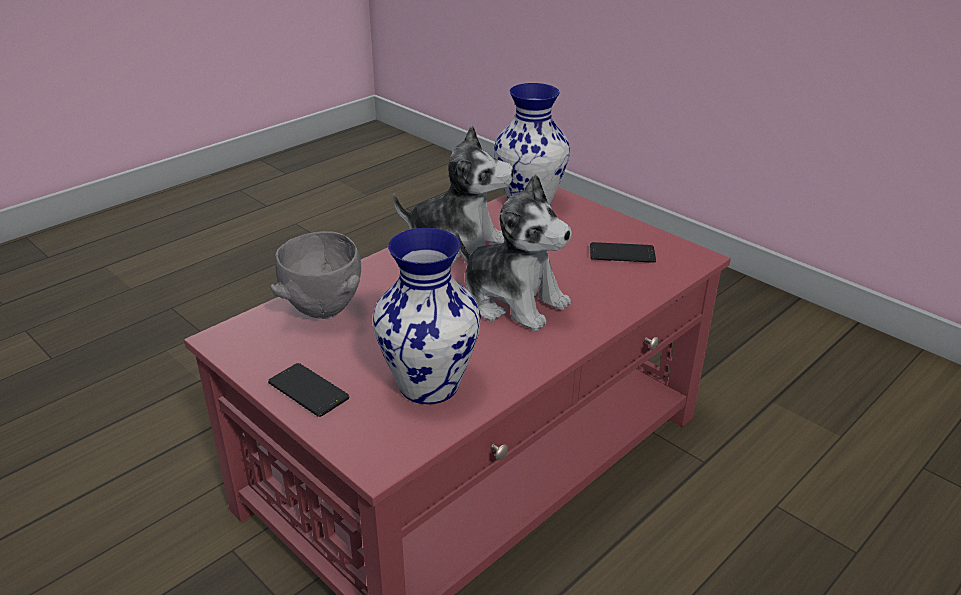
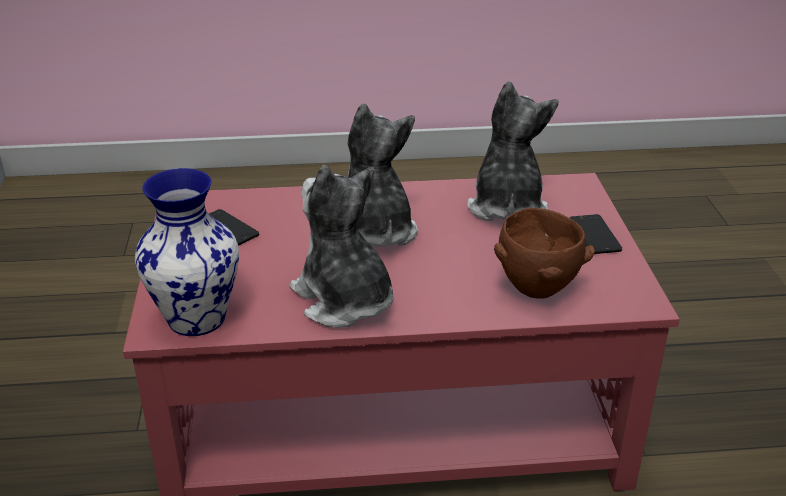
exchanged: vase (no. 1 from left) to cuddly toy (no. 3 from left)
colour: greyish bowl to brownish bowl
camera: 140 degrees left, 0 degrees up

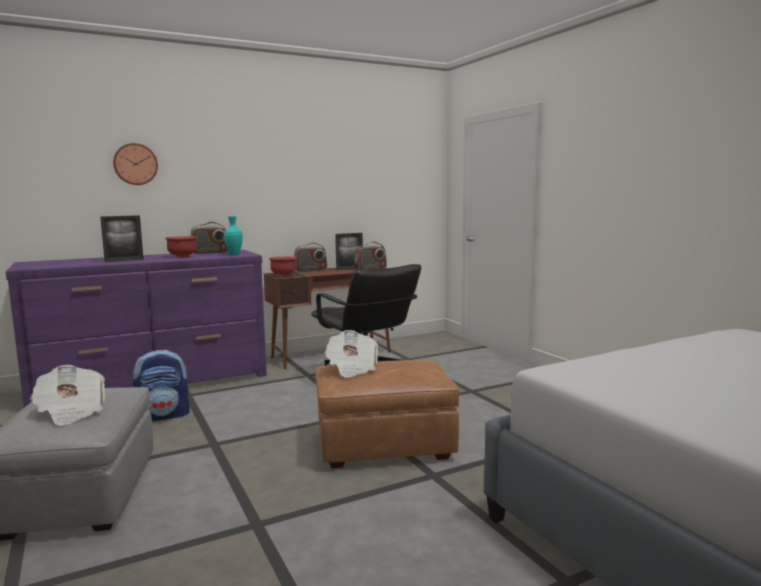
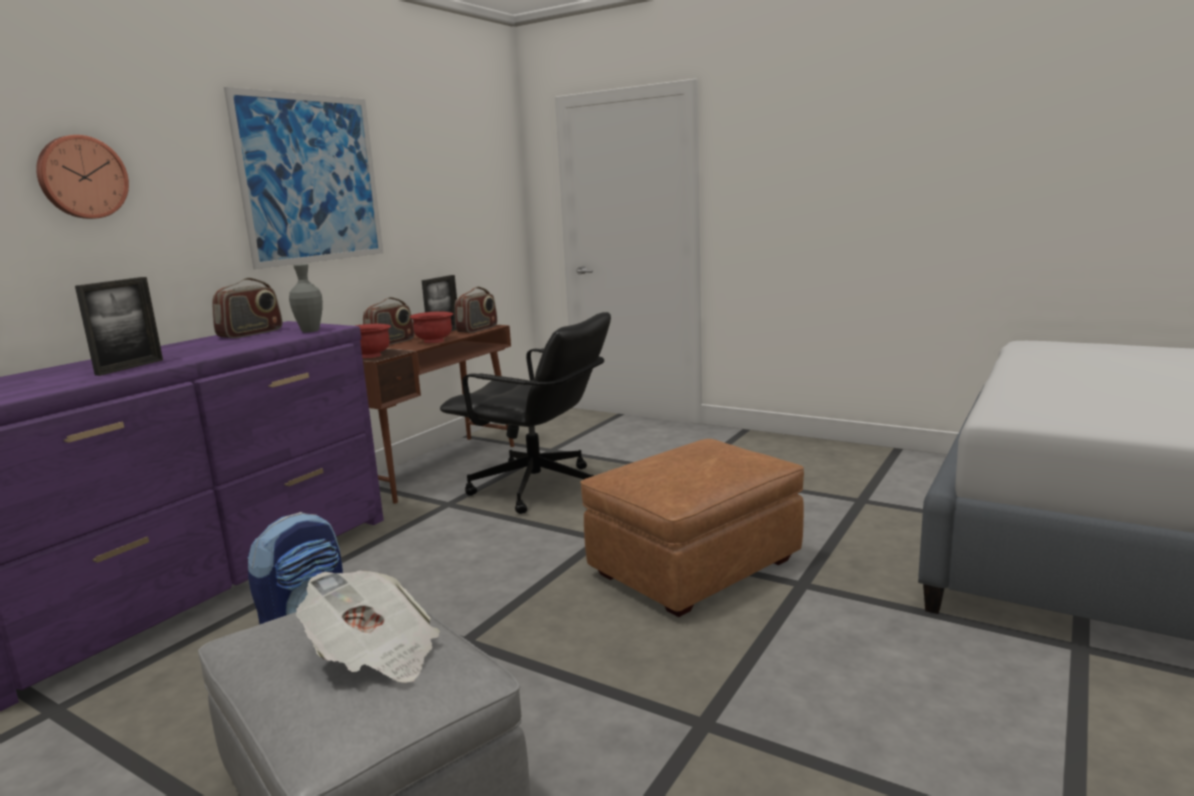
missing: printed paper (no. 2 from left)
appeared: wall picture
relocated: red-coloured bowl (no. 1 from left in the first image) to red-coloured bowl (no. 2 from left)
colour: turquoise-coloured vase to greyish vase
camera: 30 degrees left, 5 degrees up

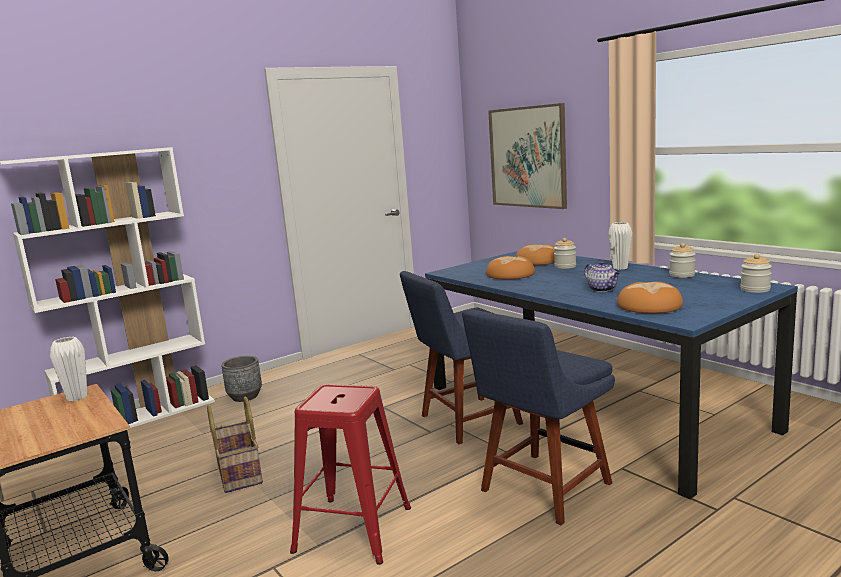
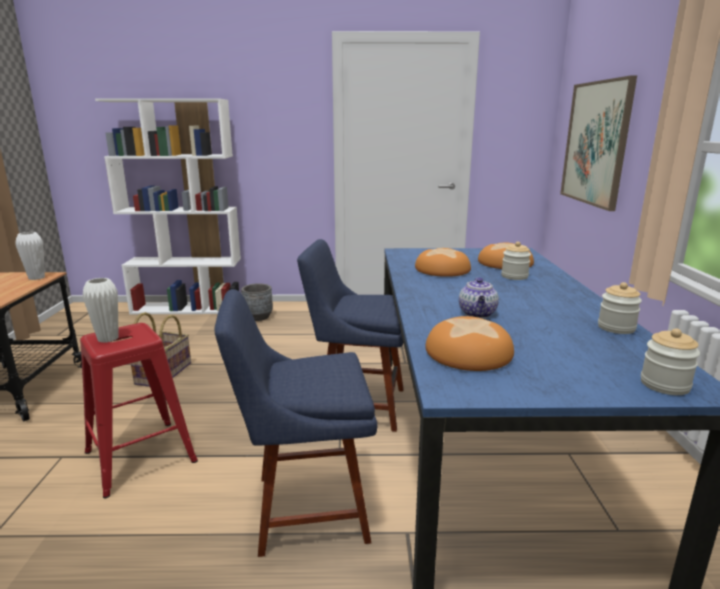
relocated: white vase (no. 2 from left)
camera: 35 degrees right, 5 degrees up

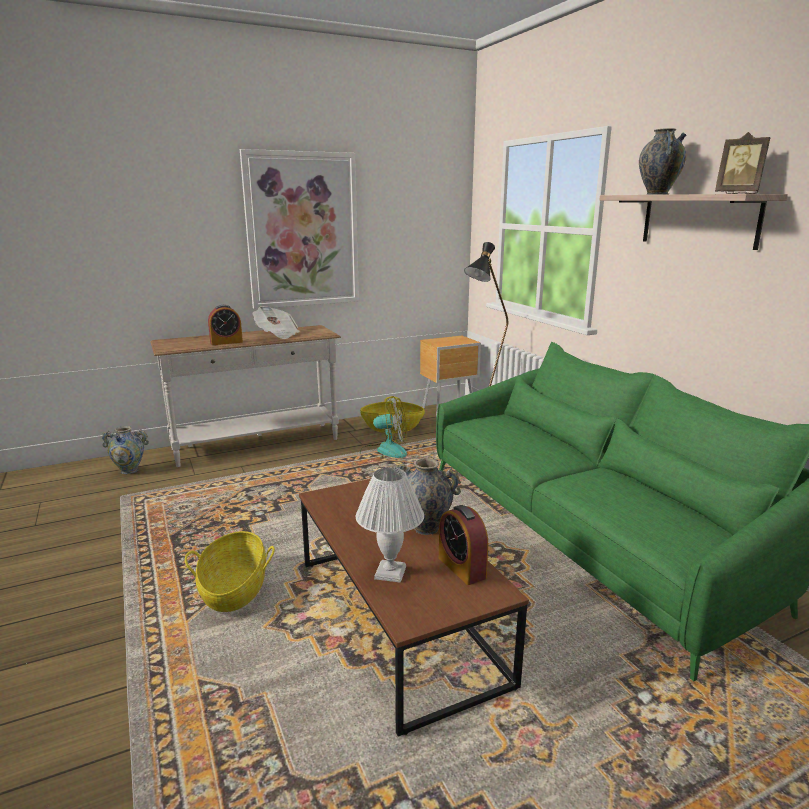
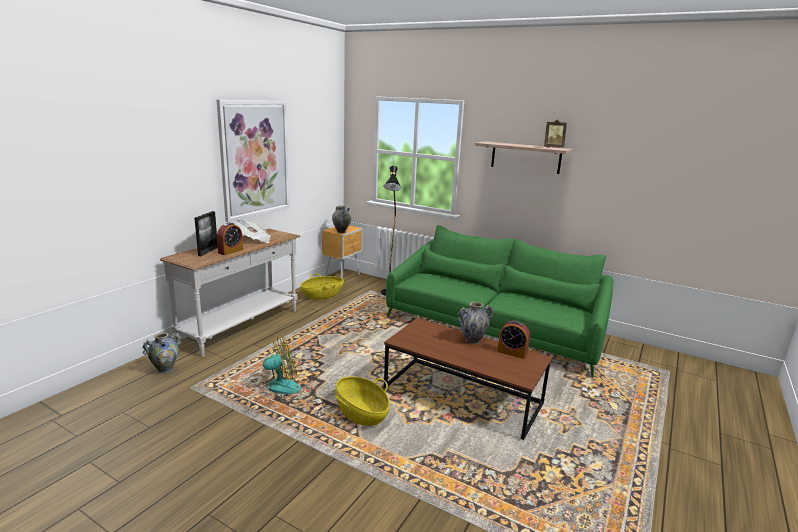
missing: white tabletop lamp
appeared: standing frame (no. 1 from left)
relocated: fan; vase (no. 3 from left in the first image) to vase (no. 2 from left)
camera: 35 degrees left, 0 degrees up

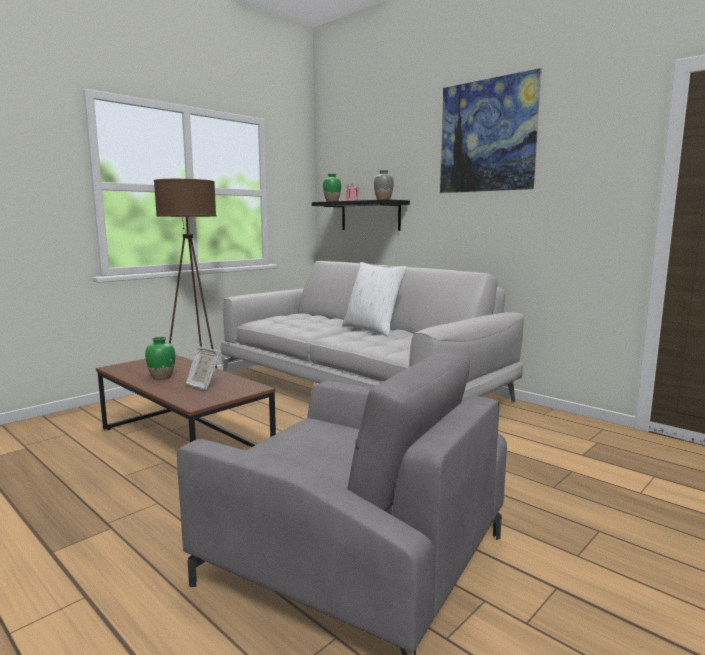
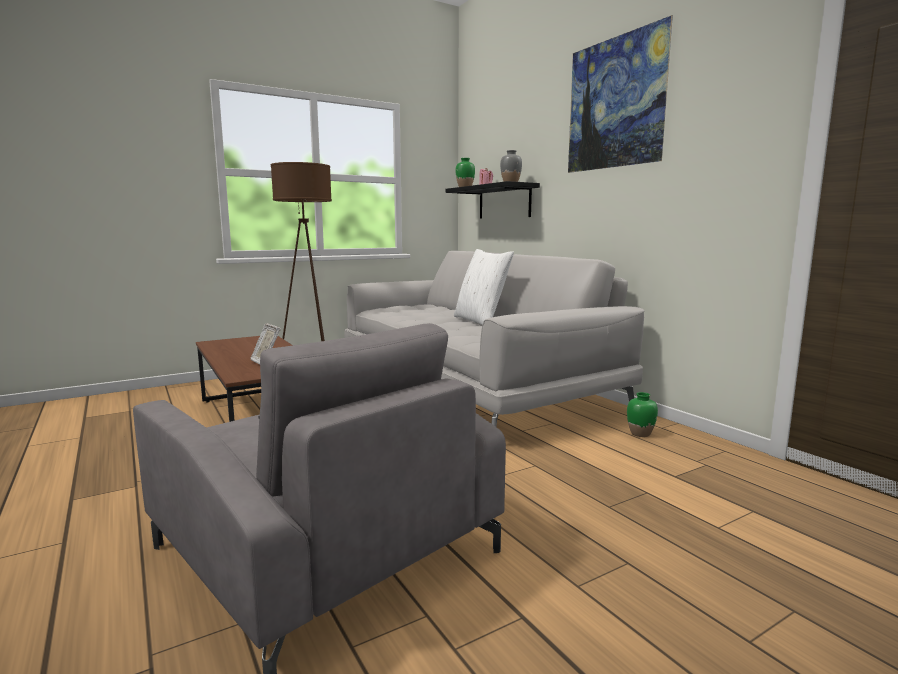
relocated: green-coloured vase (no. 1 from left in the first image) to green-coloured vase (no. 2 from left)
camera: 15 degrees right, 0 degrees up

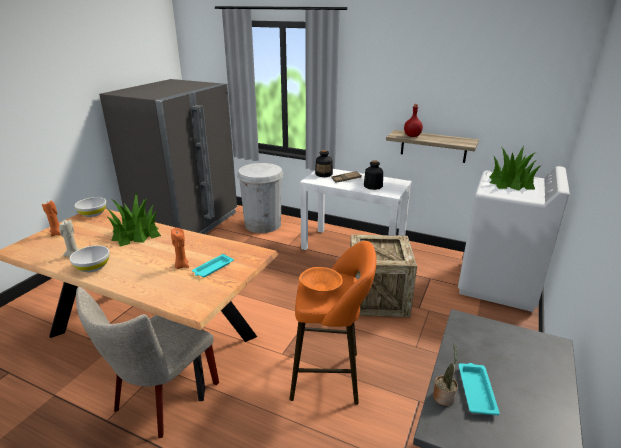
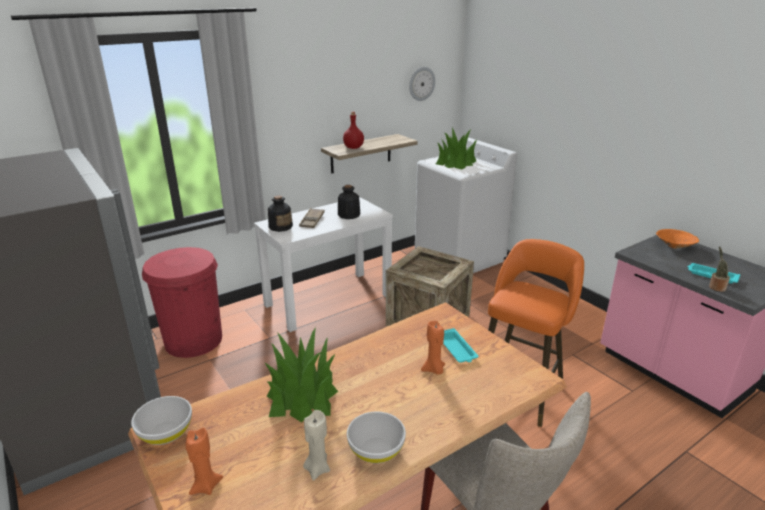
appeared: hanging clock
relocated: orangey bowl
colour: white trash can to red-coloured trash can
camera: 60 degrees left, 0 degrees up

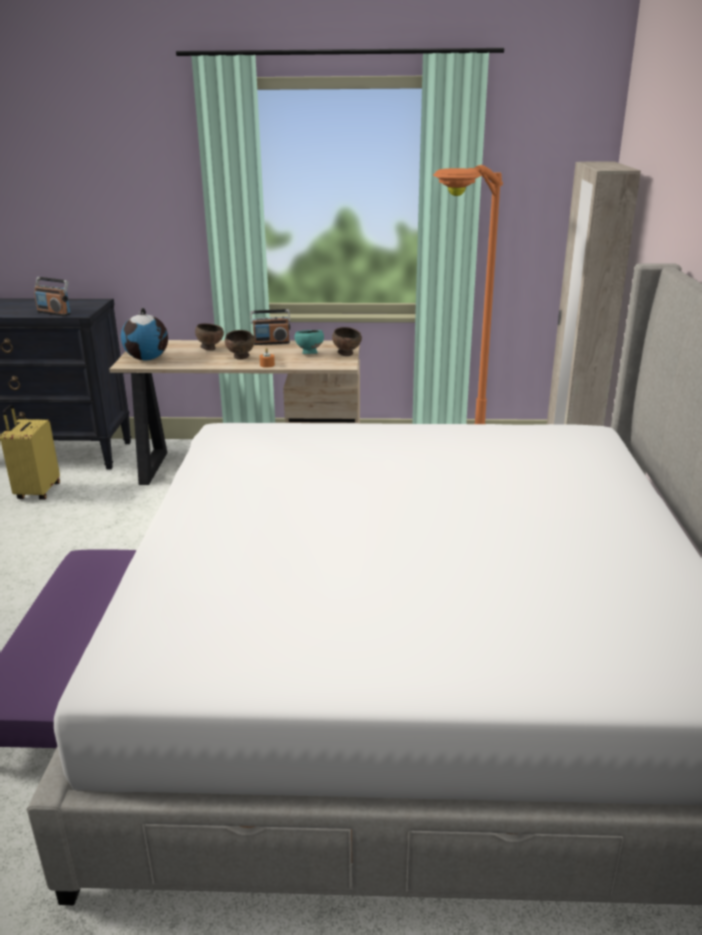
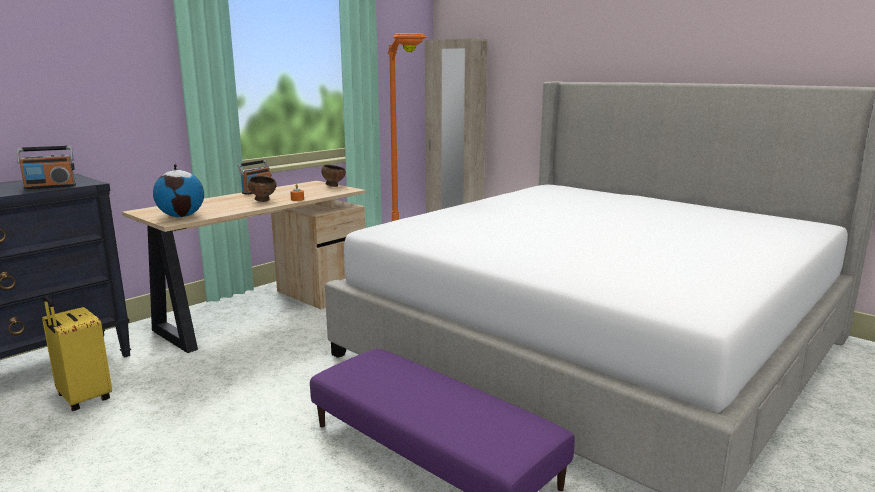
missing: brownish bowl (no. 1 from left); turquoise-coloured bowl
camera: 50 degrees left, 10 degrees down

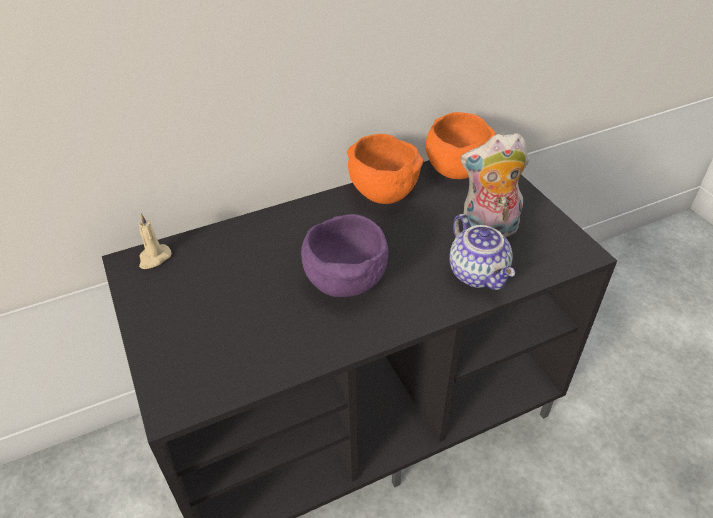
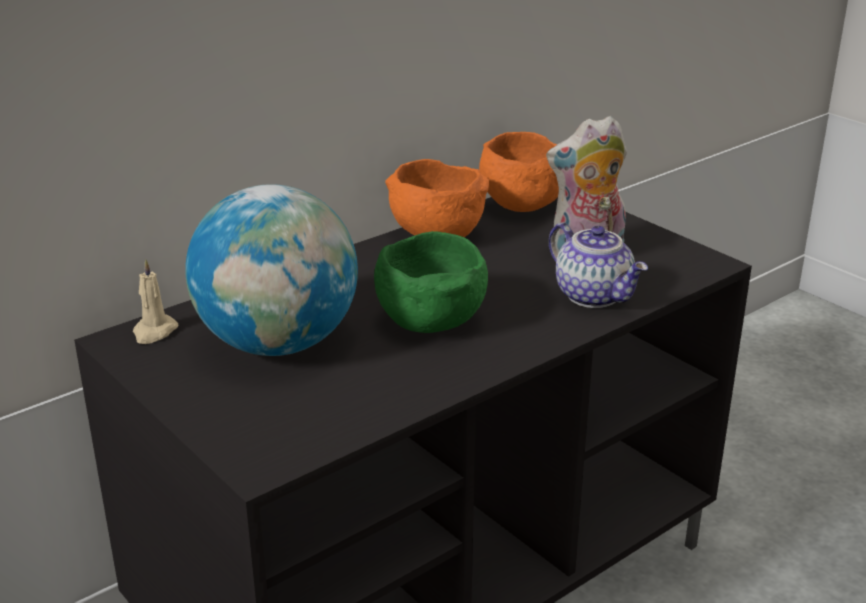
appeared: world globe
colour: purplish bowl to green-coloured bowl
camera: 15 degrees left, 15 degrees down

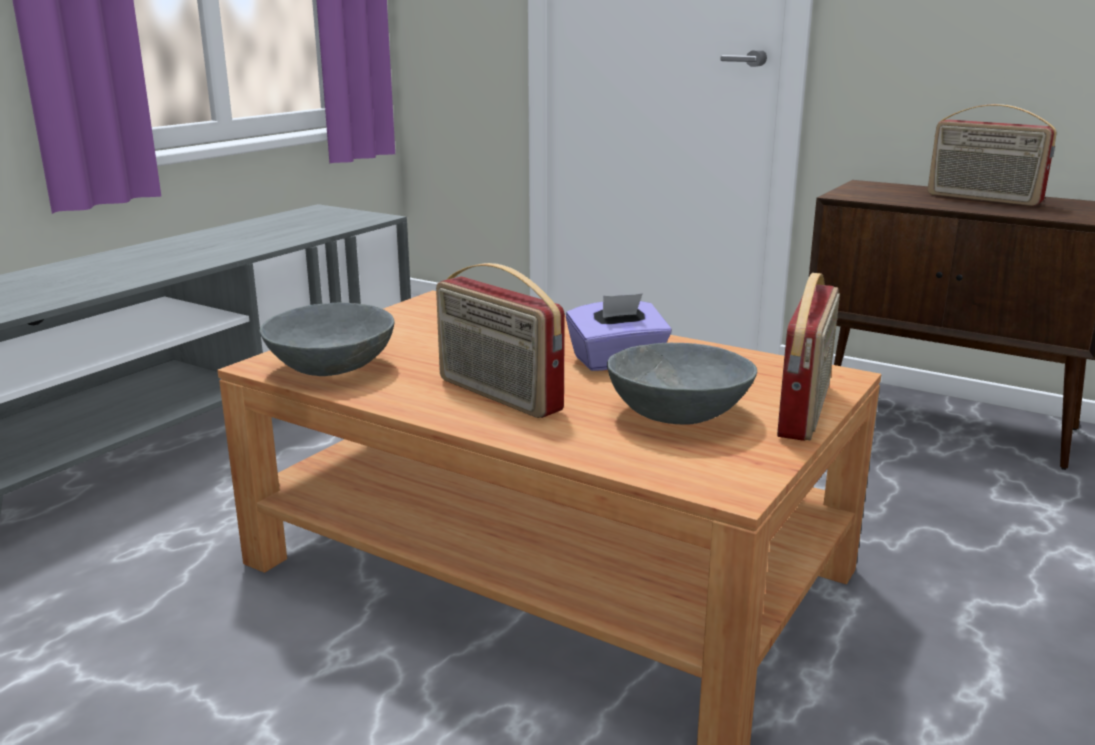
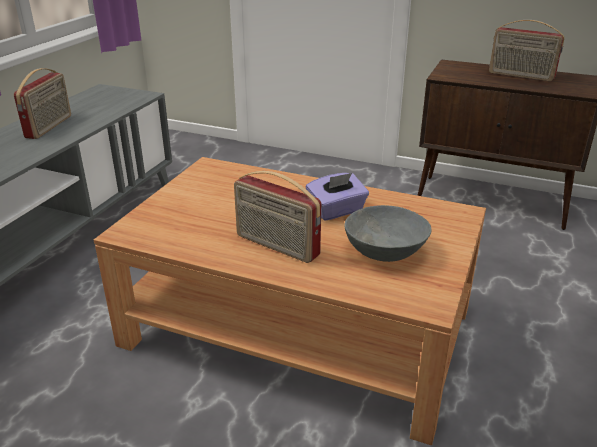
missing: greyish bowl (no. 1 from left)
relocated: radio (no. 2 from left in the first image) to radio (no. 1 from left)
camera: 10 degrees left, 10 degrees up

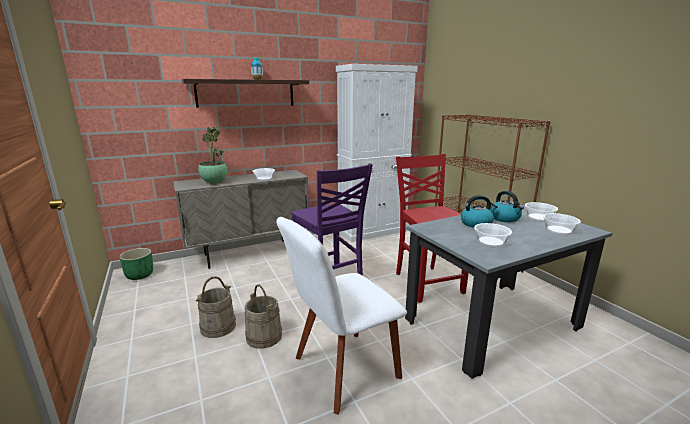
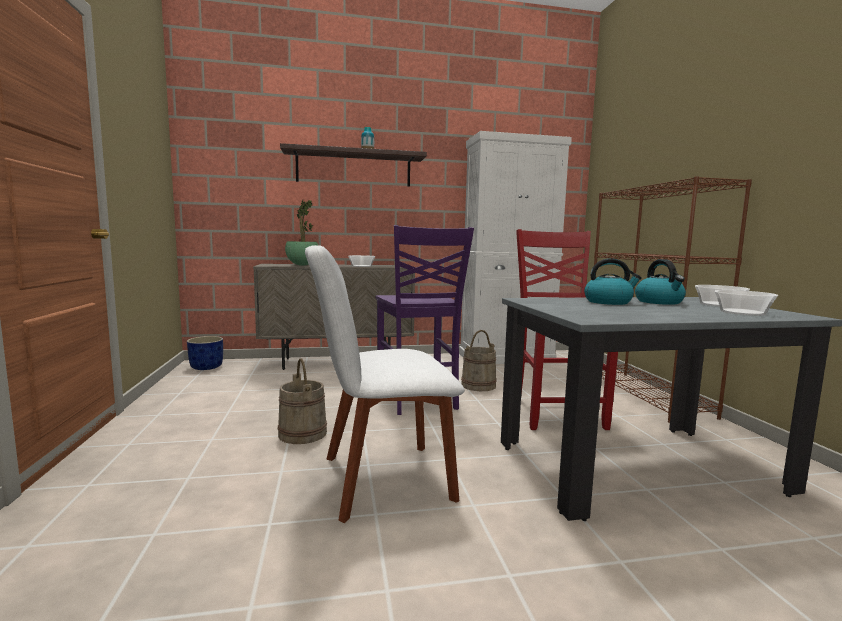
missing: bowl (no. 2 from left)
relocated: sand-coloured pail (no. 1 from left in the first image) to sand-coloured pail (no. 2 from left)
colour: green-coloured flower pot to blue-coloured flower pot
camera: 15 degrees right, 10 degrees down

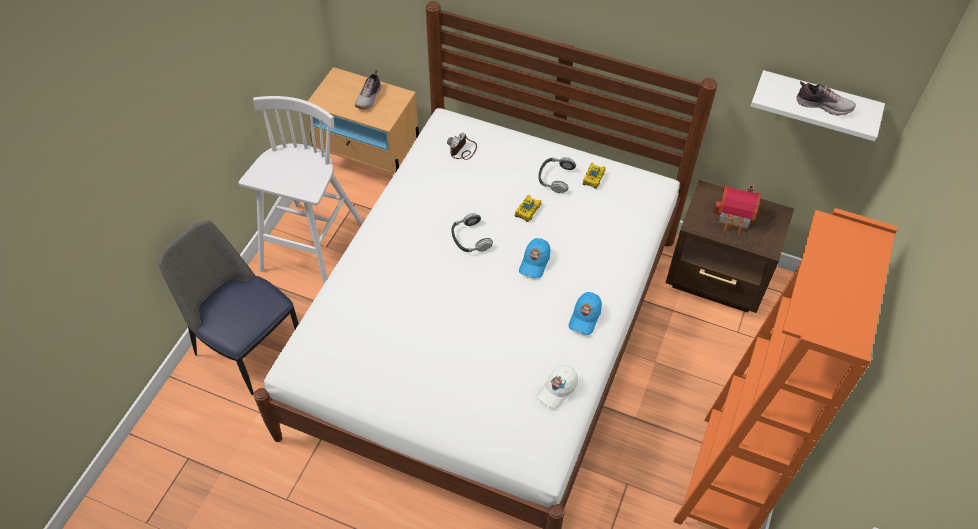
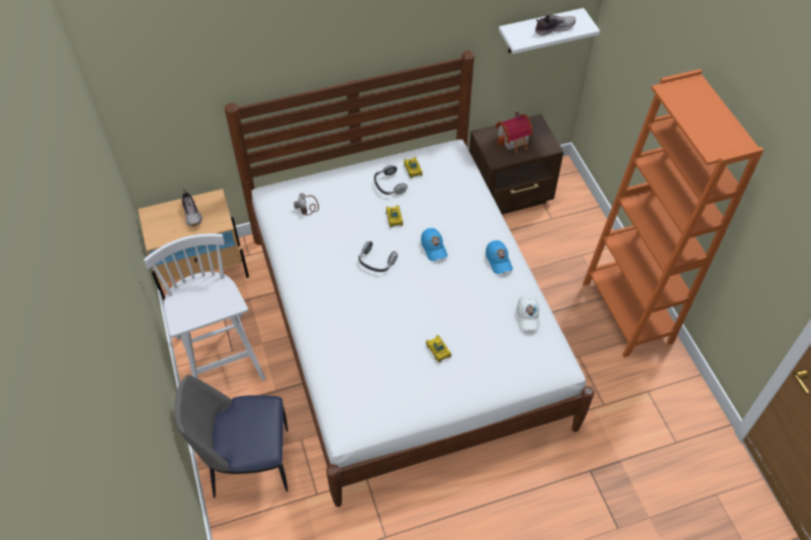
appeared: model car (no. 3 from left)
camera: 40 degrees left, 0 degrees up

